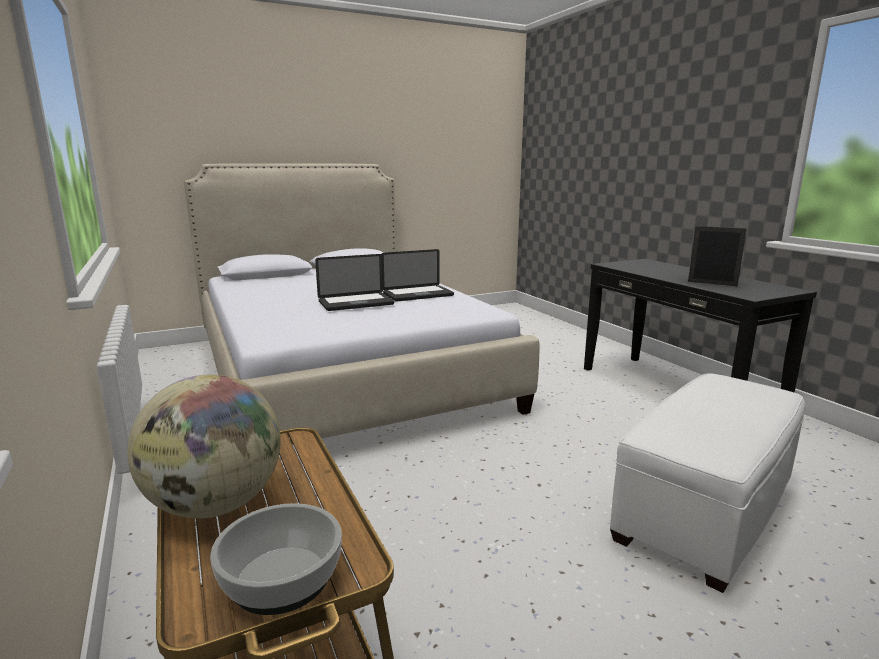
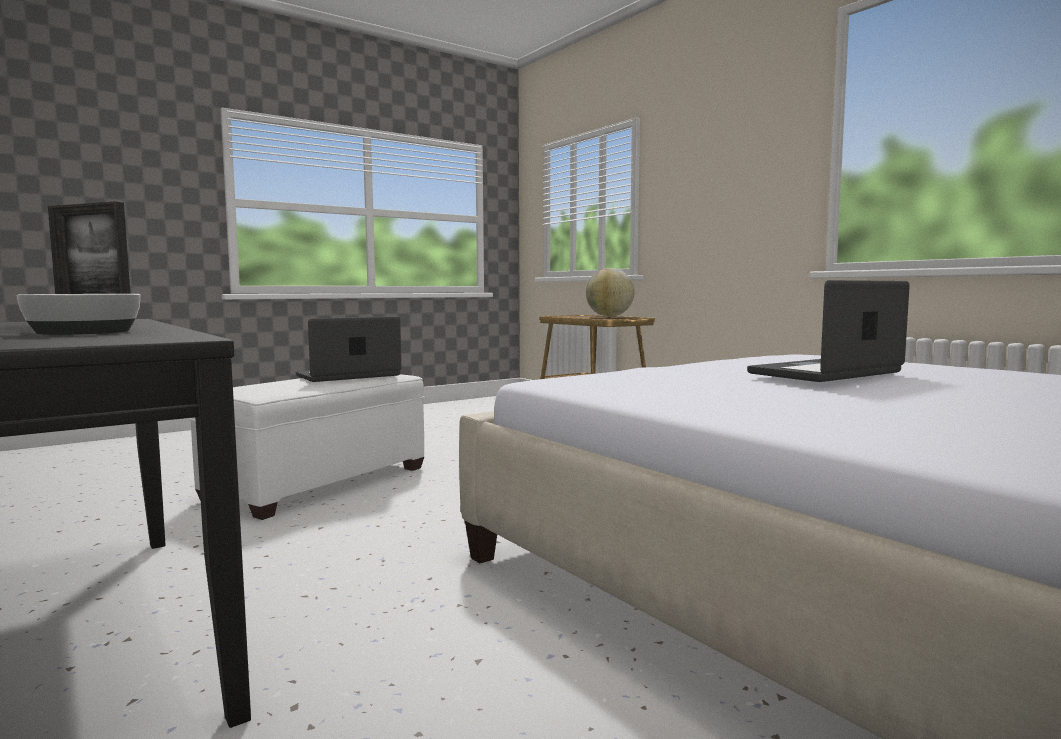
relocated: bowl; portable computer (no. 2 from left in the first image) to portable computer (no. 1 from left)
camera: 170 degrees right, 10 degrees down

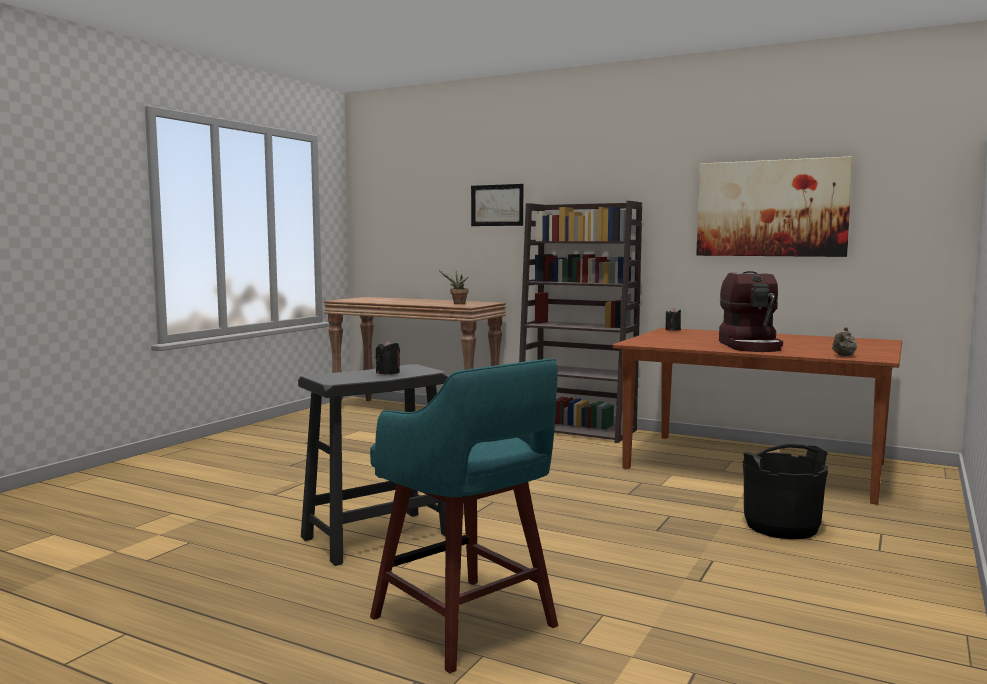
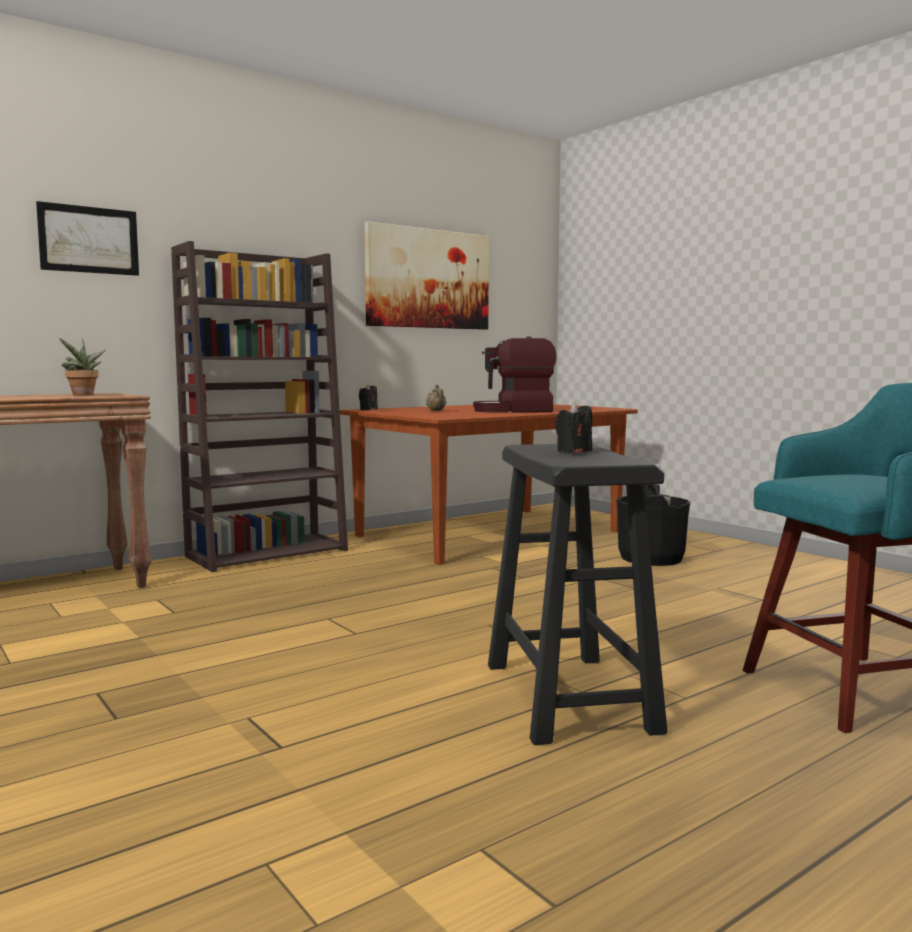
relocated: sand-coloured tea pot
spun: coffee brewer 150 degrees clockwise
camera: 65 degrees left, 0 degrees up

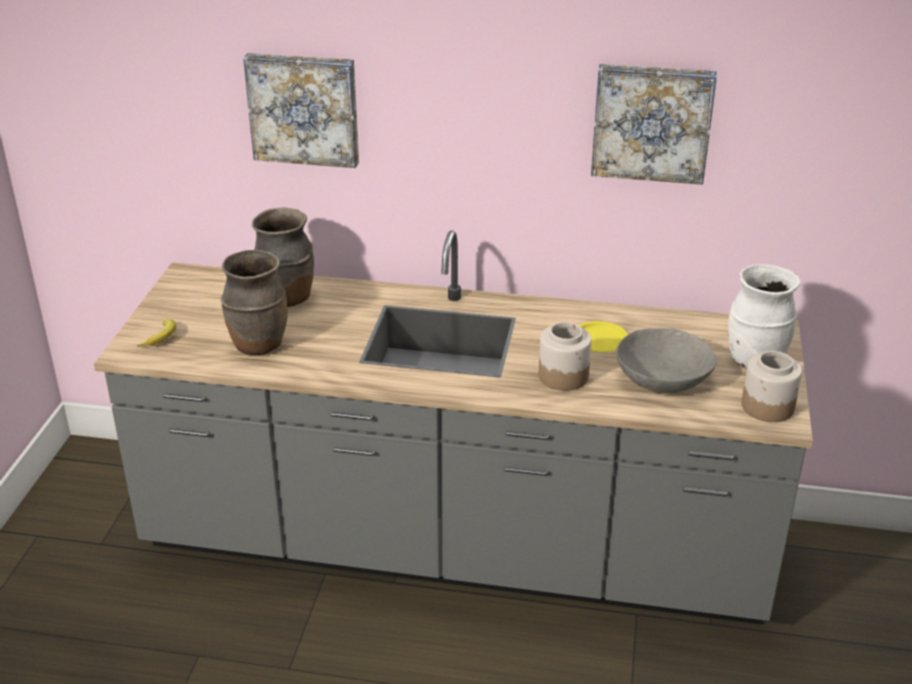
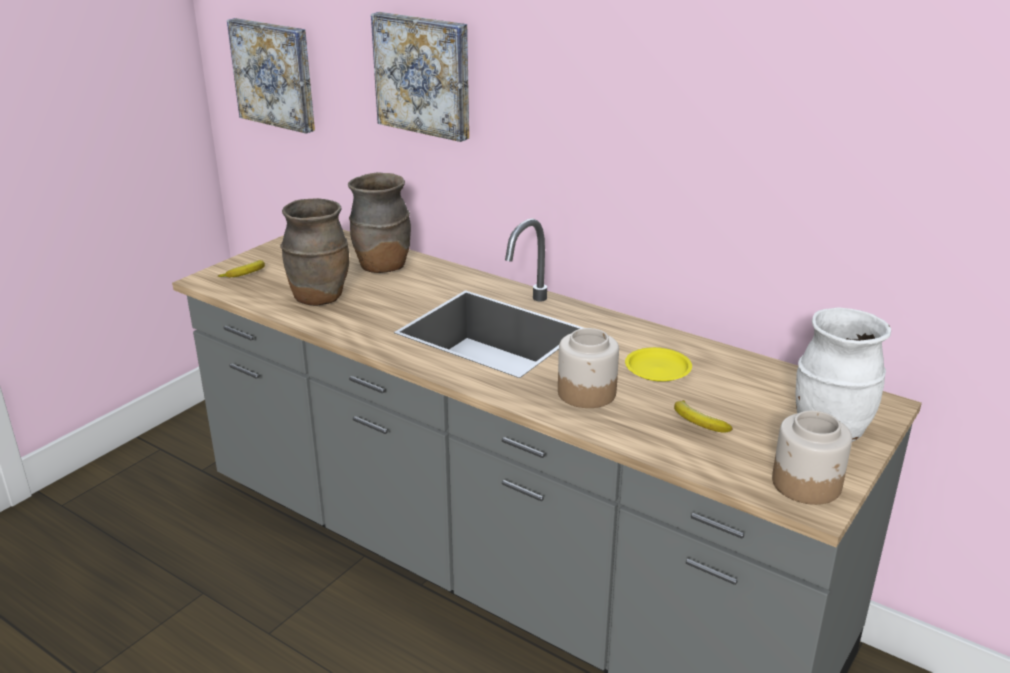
relocated: wall picture (no. 2 from left in the first image) to wall picture (no. 1 from left)
exchanged: greyish bowl to banana fruit (no. 2 from left)
camera: 25 degrees right, 5 degrees down

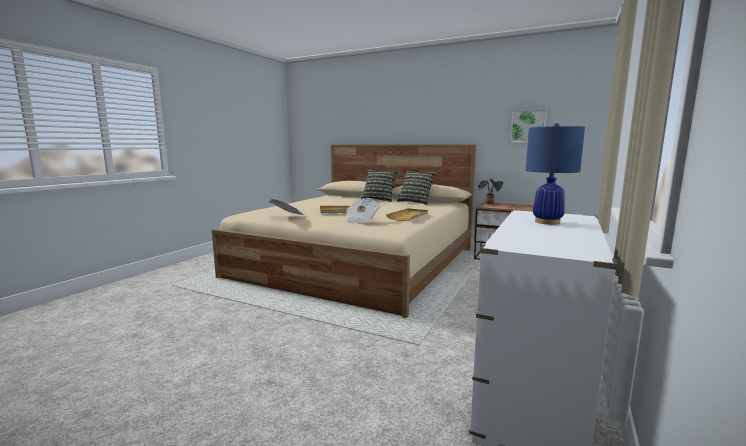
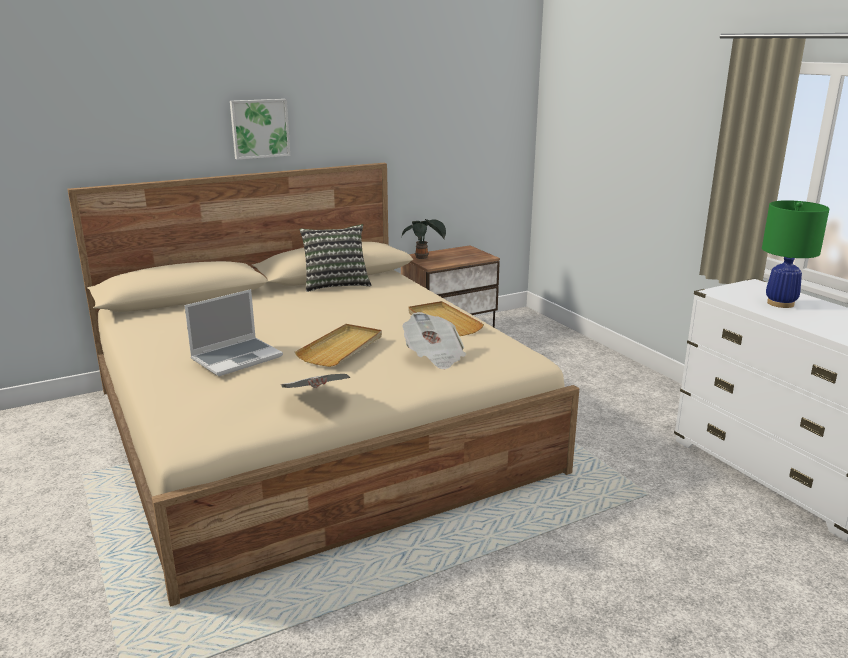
missing: pillow (no. 1 from left)
appeared: portable computer
relocated: wall picture
colour: blue-coloured tabletop lamp to green-coloured tabletop lamp
camera: 55 degrees left, 10 degrees up

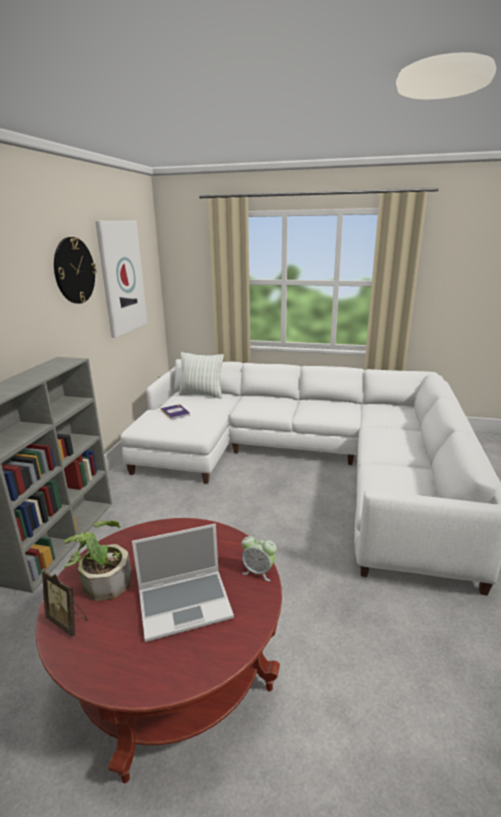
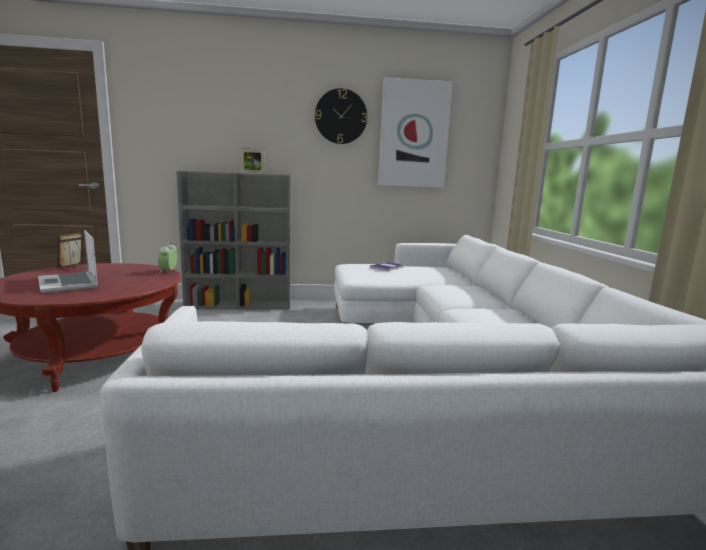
missing: plant in a pot; pillow
appeared: standing frame (no. 2 from left)
relocated: table clock
camera: 70 degrees right, 10 degrees down

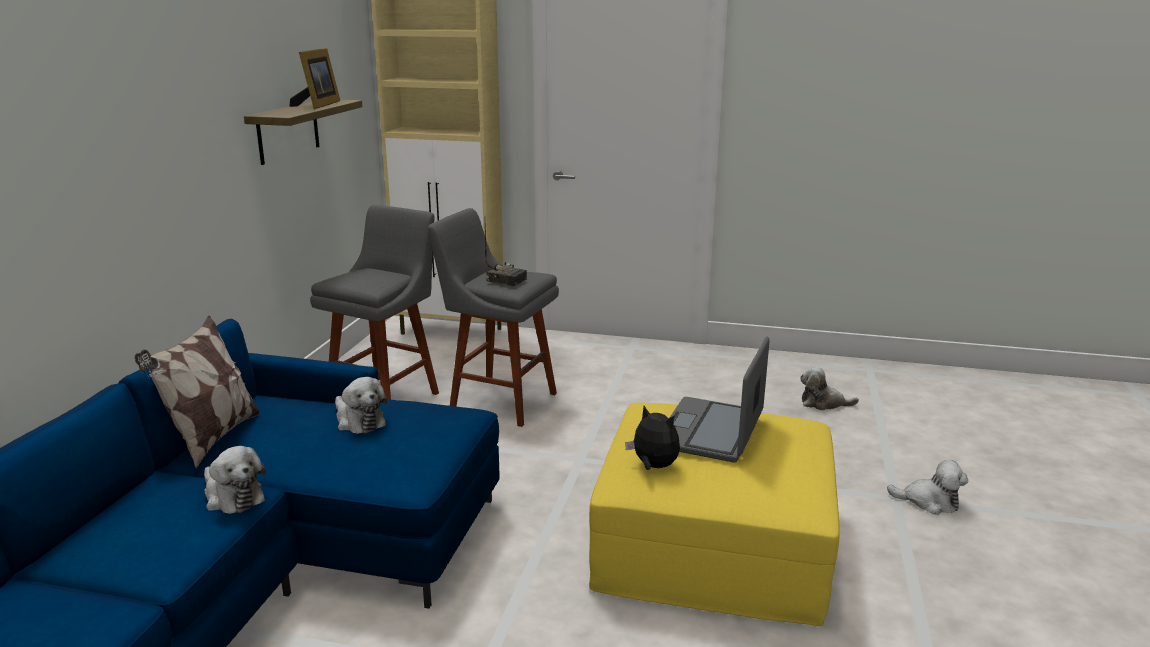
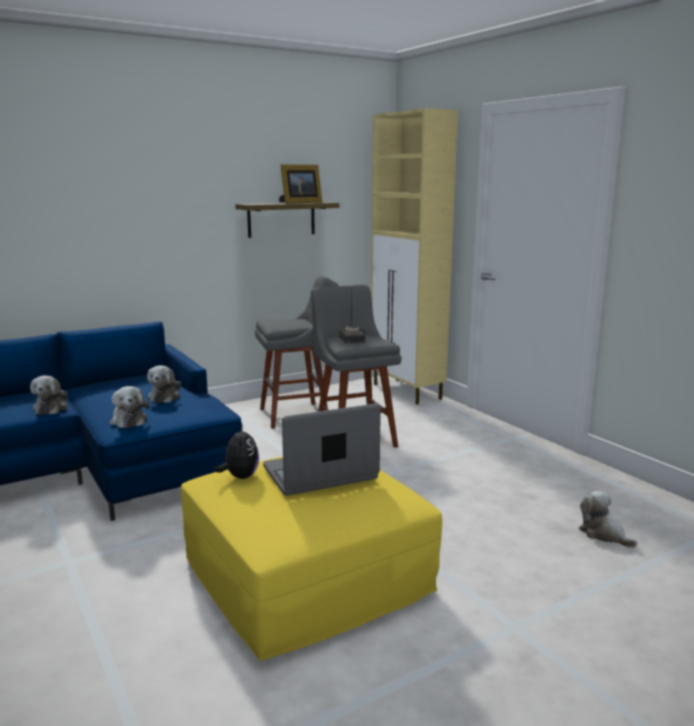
missing: pillow
relocated: cuddly toy (no. 5 from left in the first image) to cuddly toy (no. 2 from left)
camera: 45 degrees right, 5 degrees down

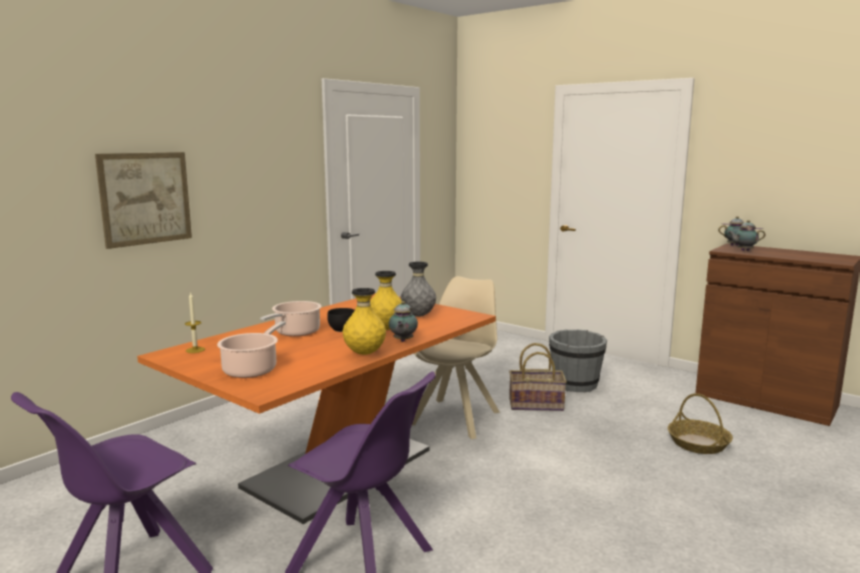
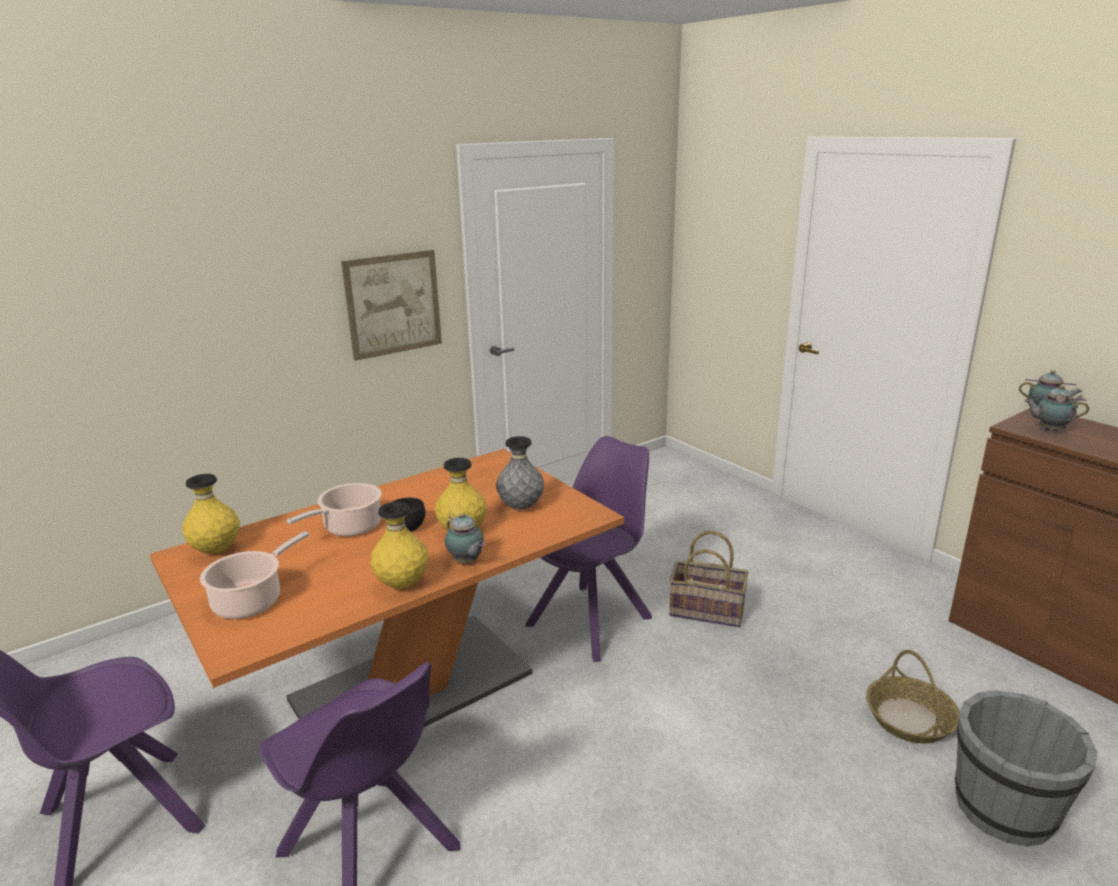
relocated: wall picture; greyish pail
exchanged: wax candle to yellowish vase (no. 1 from left)
colour: sand-coloured upright chair to purplish upright chair (no. 3 from left)
spun: tea pot (no. 1 from left) 60 degrees counterclockwise
camera: 15 degrees right, 10 degrees up

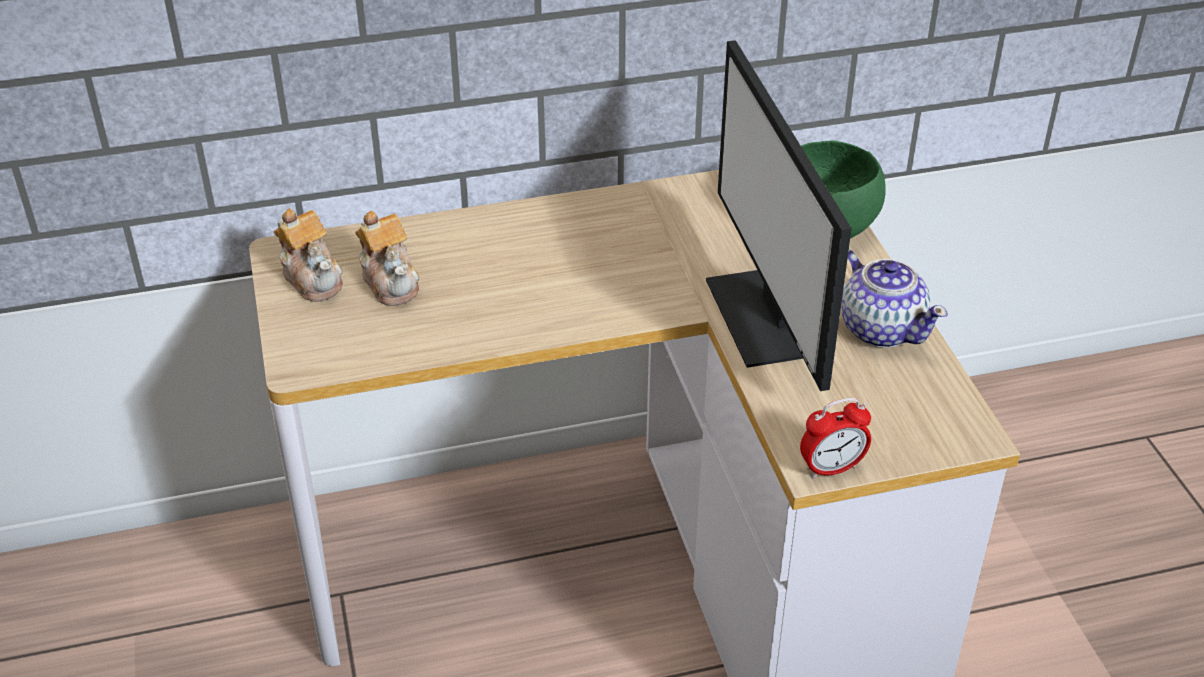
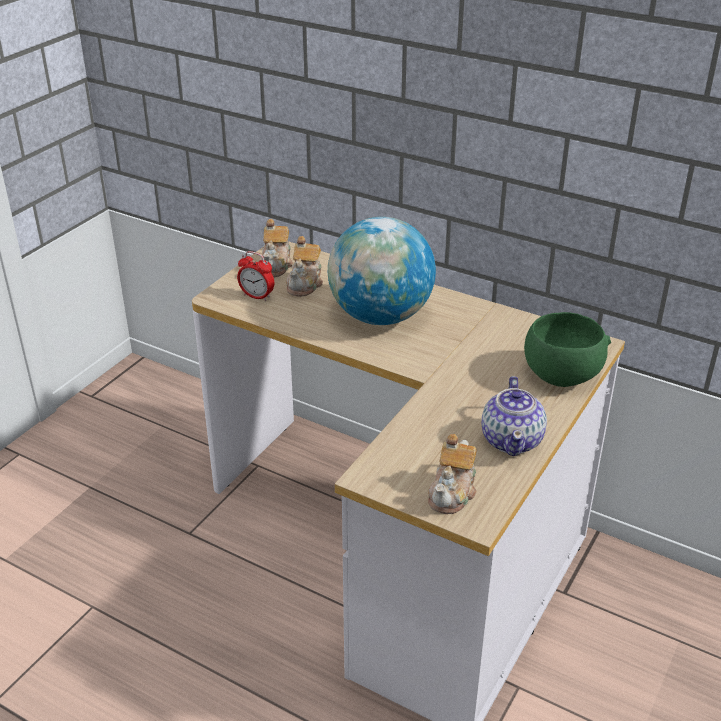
missing: computer display
appeared: world globe; tea pot (no. 3 from left)
relocated: table clock
camera: 45 degrees right, 5 degrees down

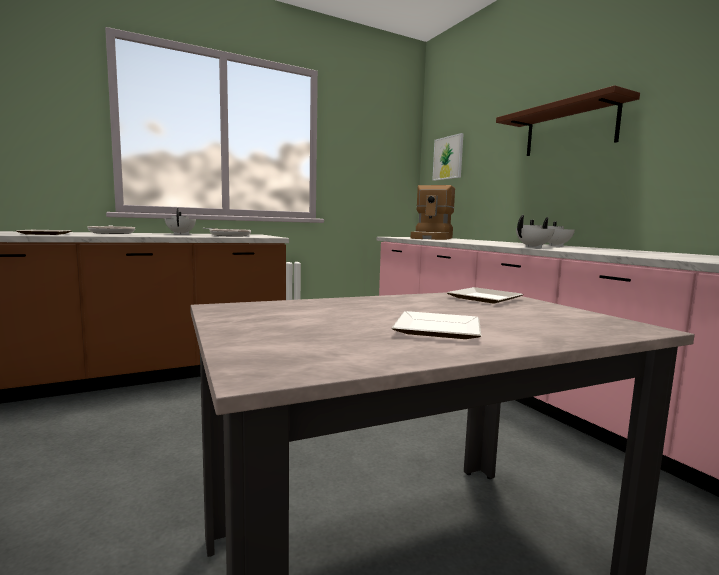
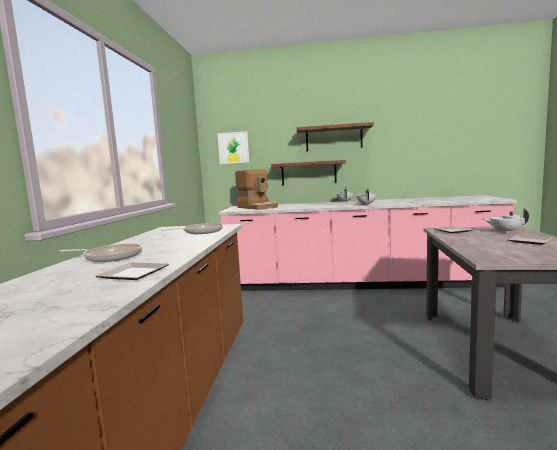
appeared: brownish wall shelf (no. 1 from left)
relocated: white tea pot (no. 1 from left in the first image) to white tea pot (no. 3 from left)
camera: 55 degrees left, 0 degrees up

